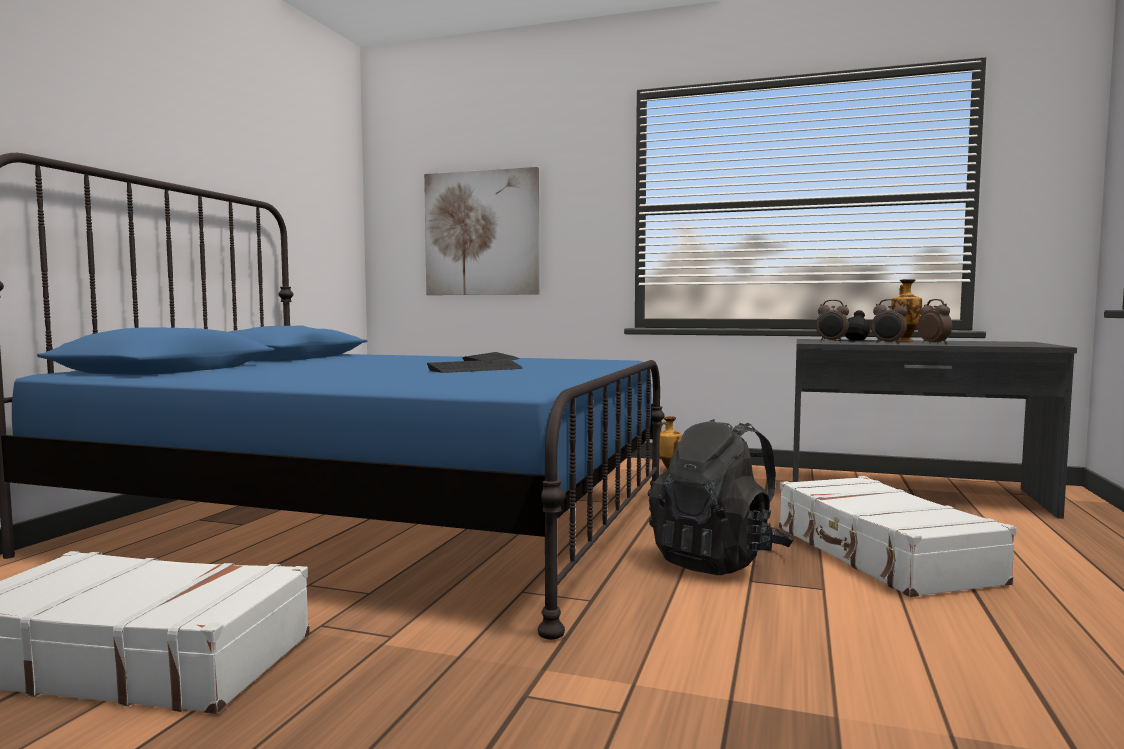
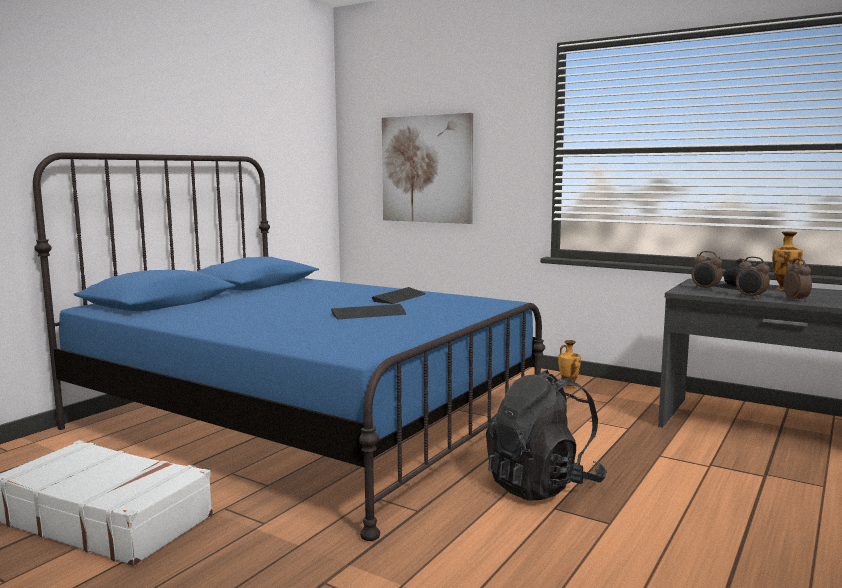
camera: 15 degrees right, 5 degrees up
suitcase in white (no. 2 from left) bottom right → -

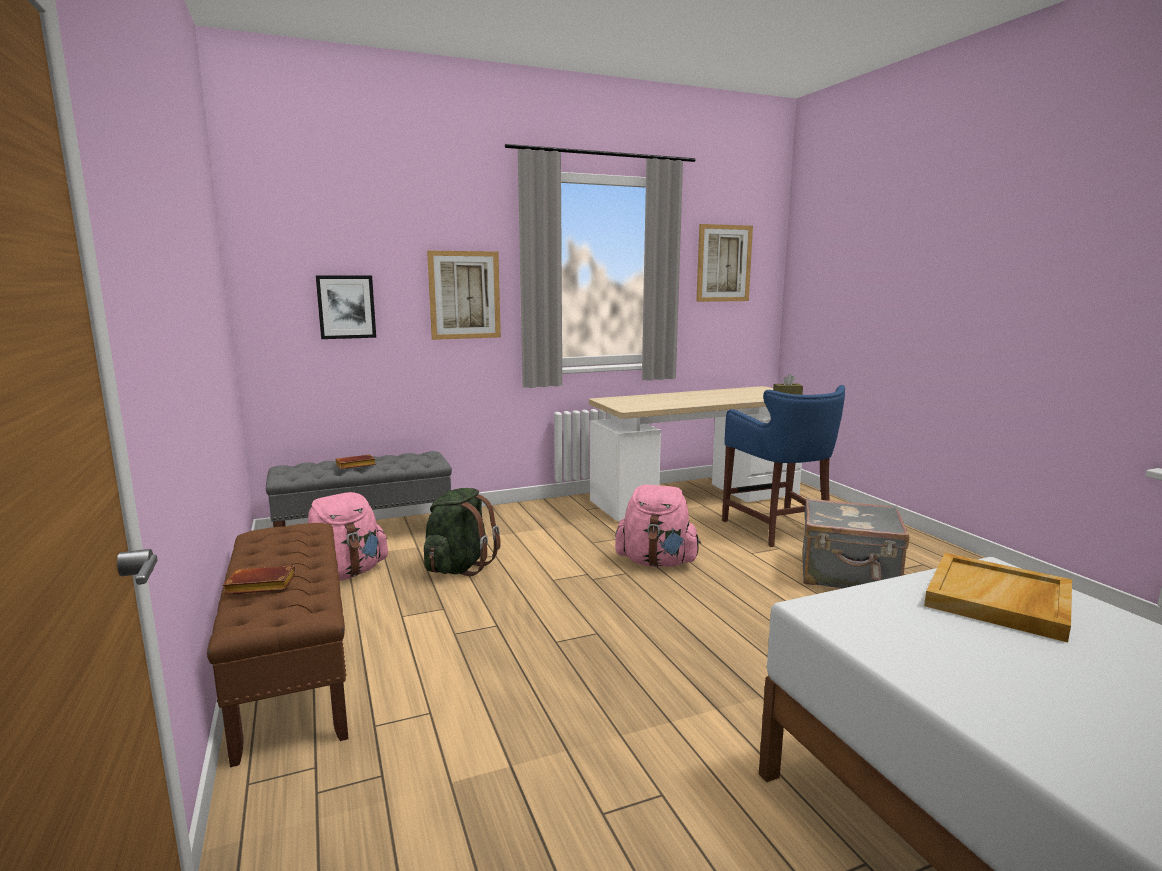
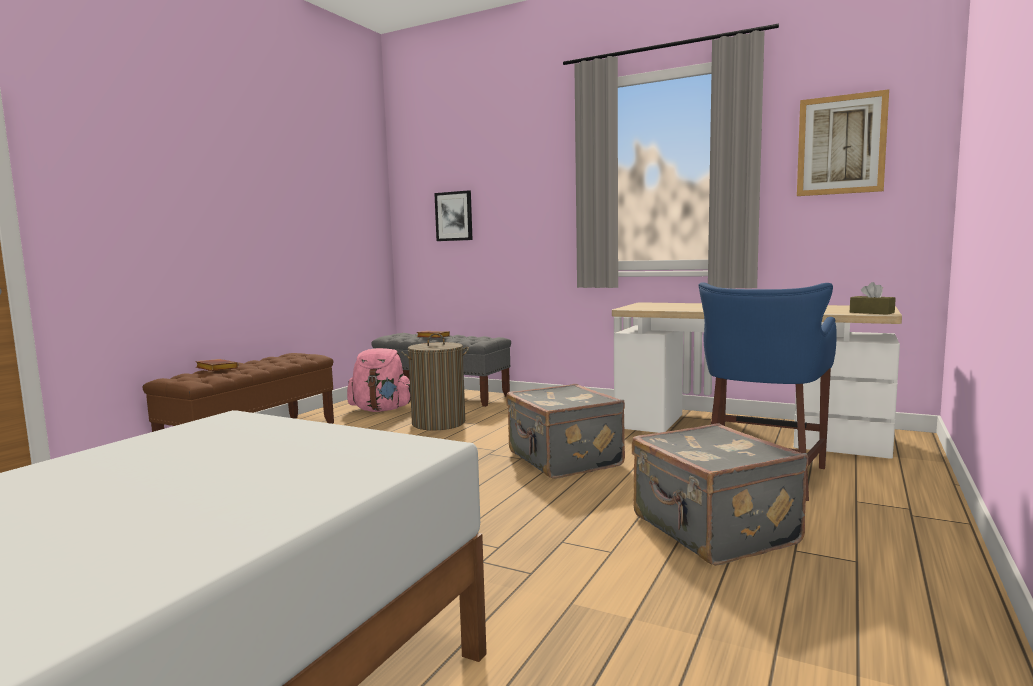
camera: 50 degrees right, 5 degrees down
picture (no. 2 from left) centre → -
tray in beige bottom right → -
backpack in green centre → laundry basket centre
backpack in pink (no. 2 from left) centre → suitcase in grey (no. 1 from left) centre

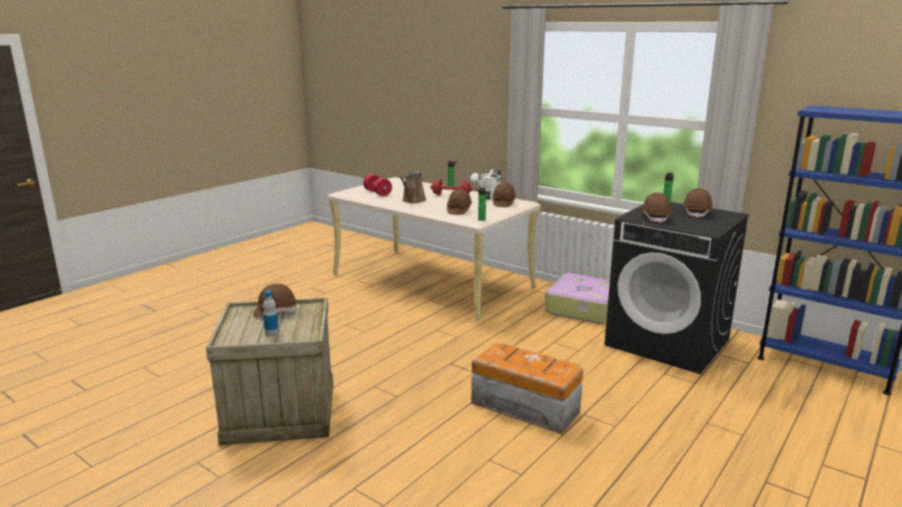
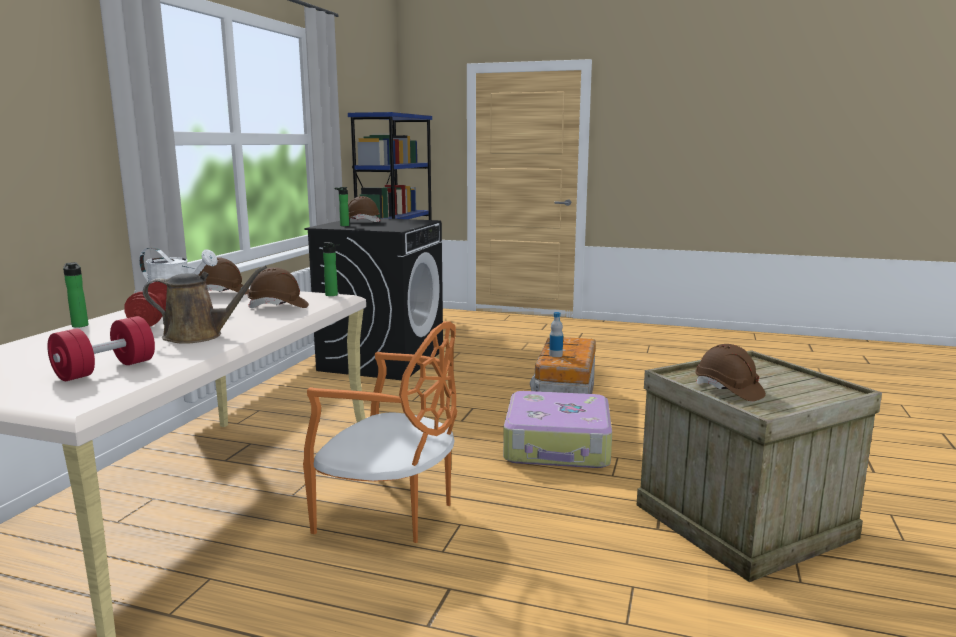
camera: 110 degrees left, 5 degrees down
hard hat in brown (no. 4 from left) middle right → -
- → chair in orange bottom centre
bottle (no. 1 from left in the first image) middle left → bottle (no. 4 from left) centre, relocated
suitcase centre → suitcase bottom centre, relocated

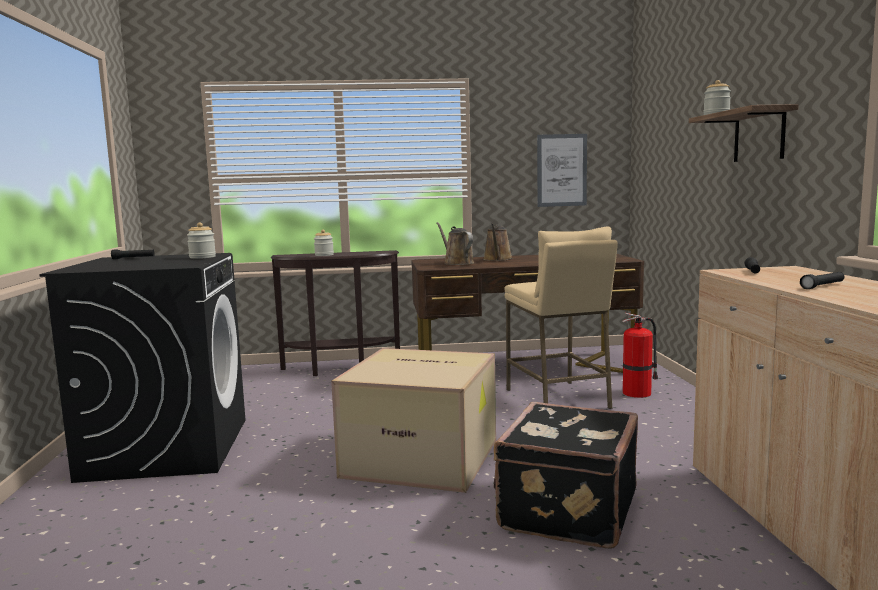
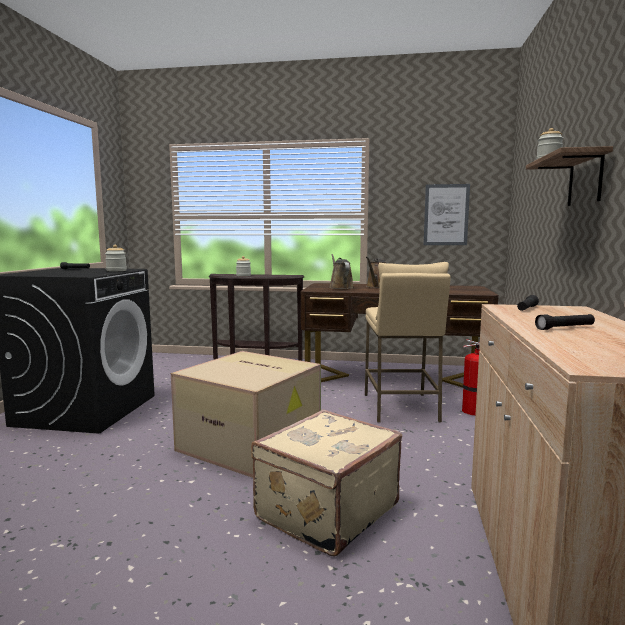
camera: 15 degrees right, 0 degrees up
suitcase in black bottom centre → suitcase in beige bottom centre

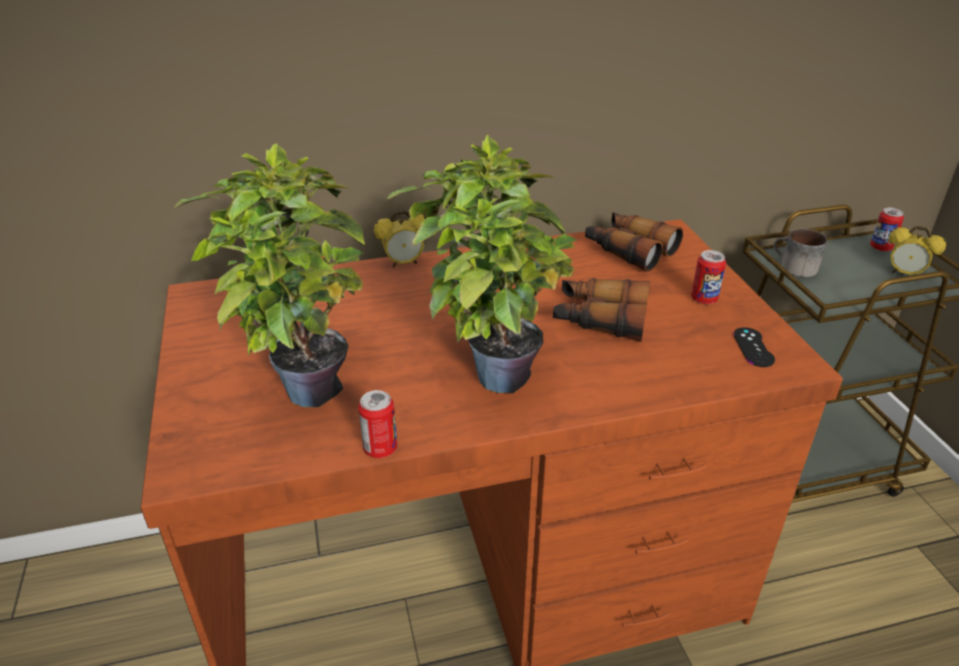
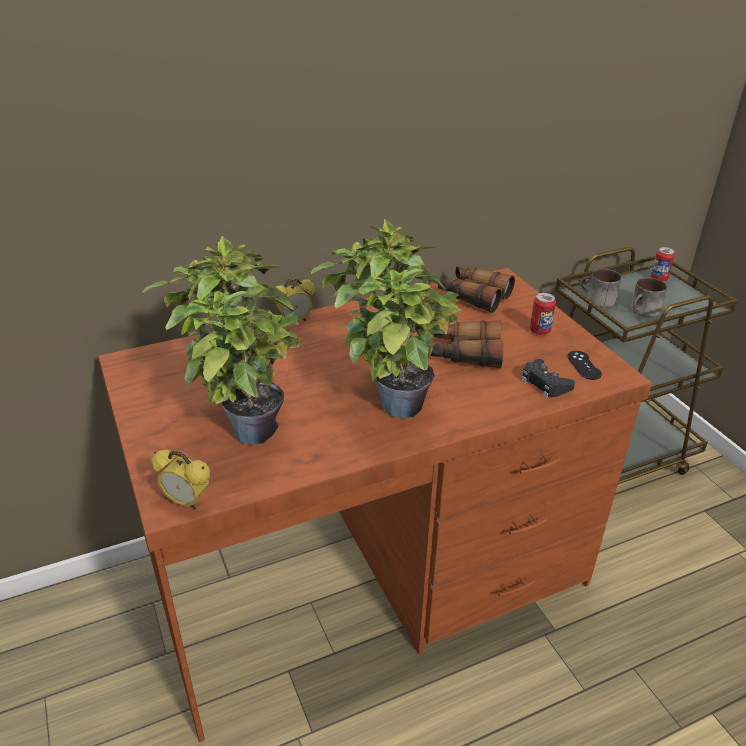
camera: 10 degrees left, 0 degrees up
can (no. 1 from left) centre → -
- → game controller in black (no. 1 from left) middle right
- → mug (no. 2 from left) middle right
alarm clock (no. 2 from left in the first image) middle right → alarm clock (no. 1 from left) middle left, relocated

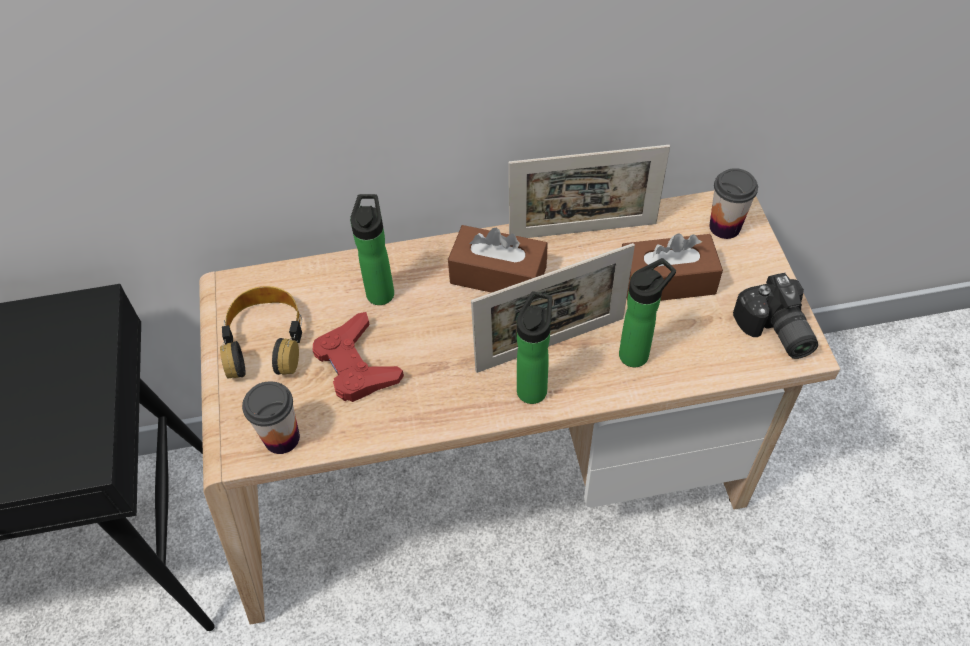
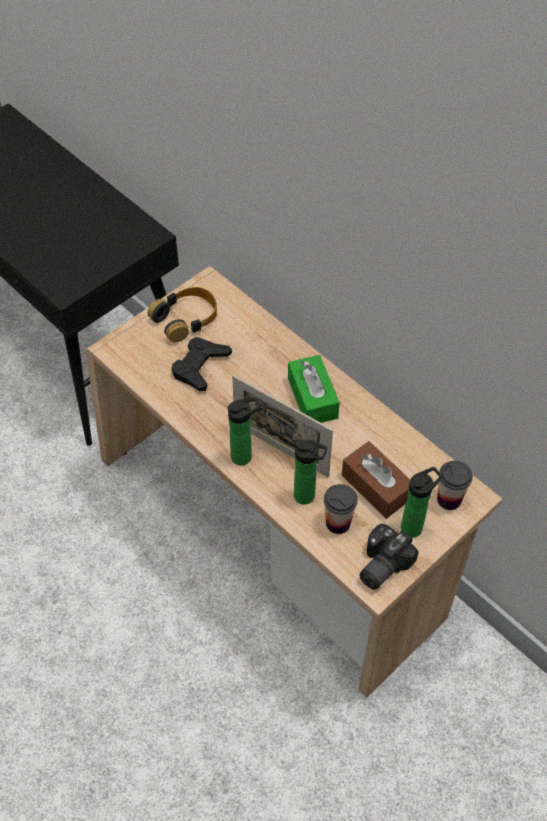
camera: 55 degrees right, 0 degrees up
picture frame (no. 2 from left) top centre → -
cup (no. 1 from left) middle left → cup (no. 1 from left) centre, relocated
bottle (no. 1 from left in the first image) centre → bottle (no. 3 from left) middle right, relocated
game controller in red centre → game controller in black centre
tissue box in brown (no. 1 from left) centre → tissue box in green centre

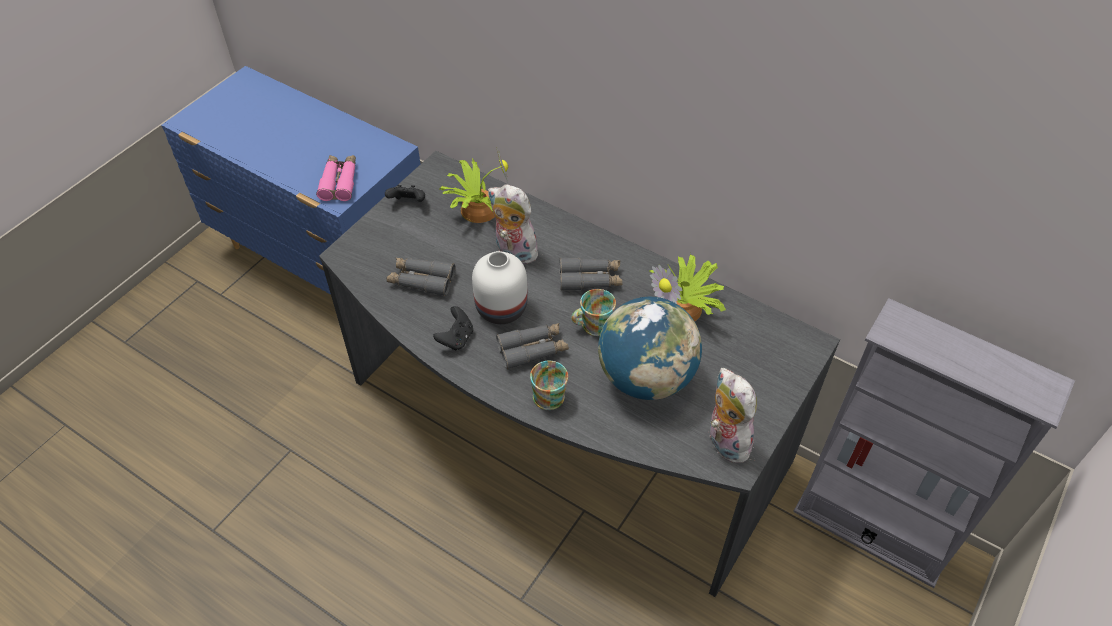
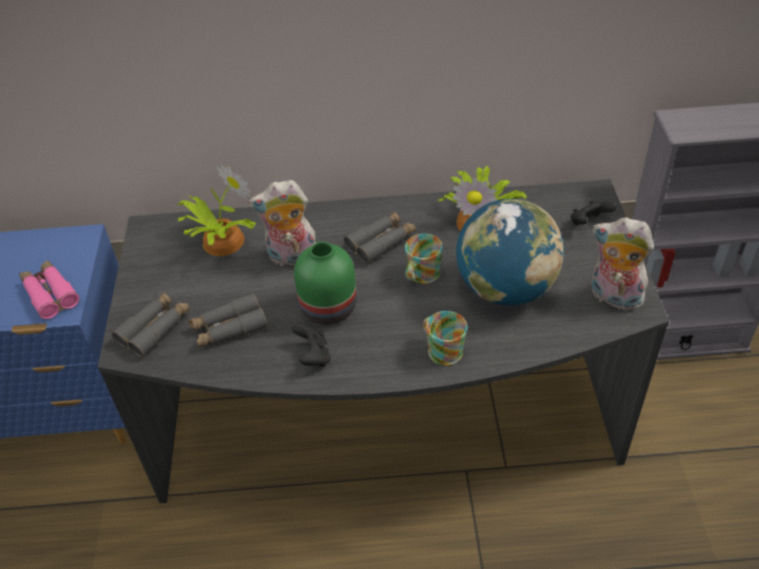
camera: 35 degrees left, 5 degrees down
game controller in black (no. 1 from left in the first image) top centre → game controller in black (no. 2 from left) middle right, relocated
binoculars in grey (no. 2 from left in the first image) centre → binoculars in grey (no. 1 from left) middle left, relocated
vase in white centre → vase in green centre

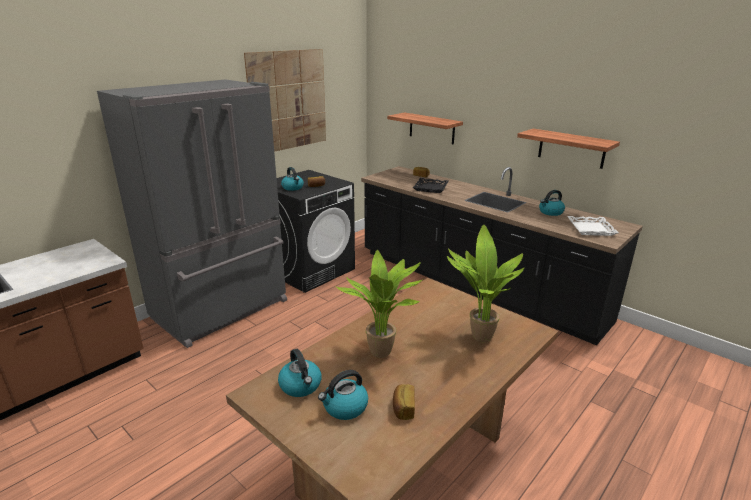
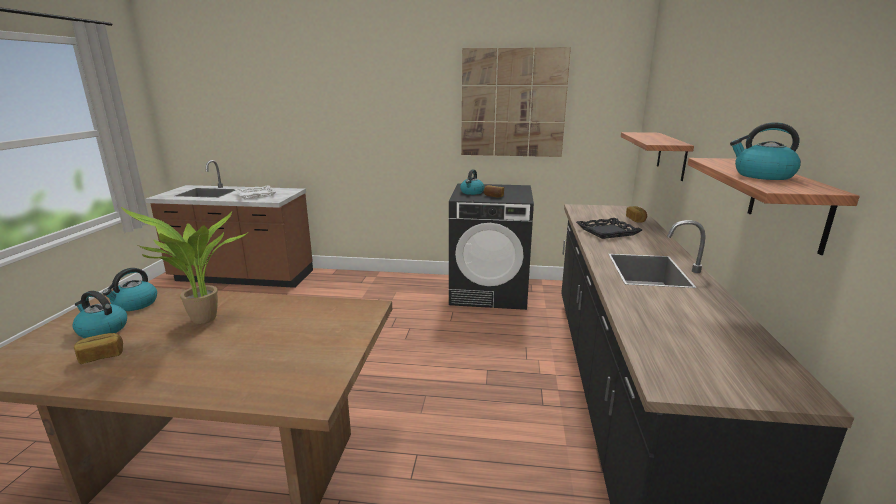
camera: 55 degrees right, 5 degrees down
fridge in grey middle left → -
potted plant (no. 2 from left) centre → -
kettle (no. 4 from left) middle right → kettle (no. 4 from left) top right, relocated
tray in white middle right → tray in white middle left, relocated

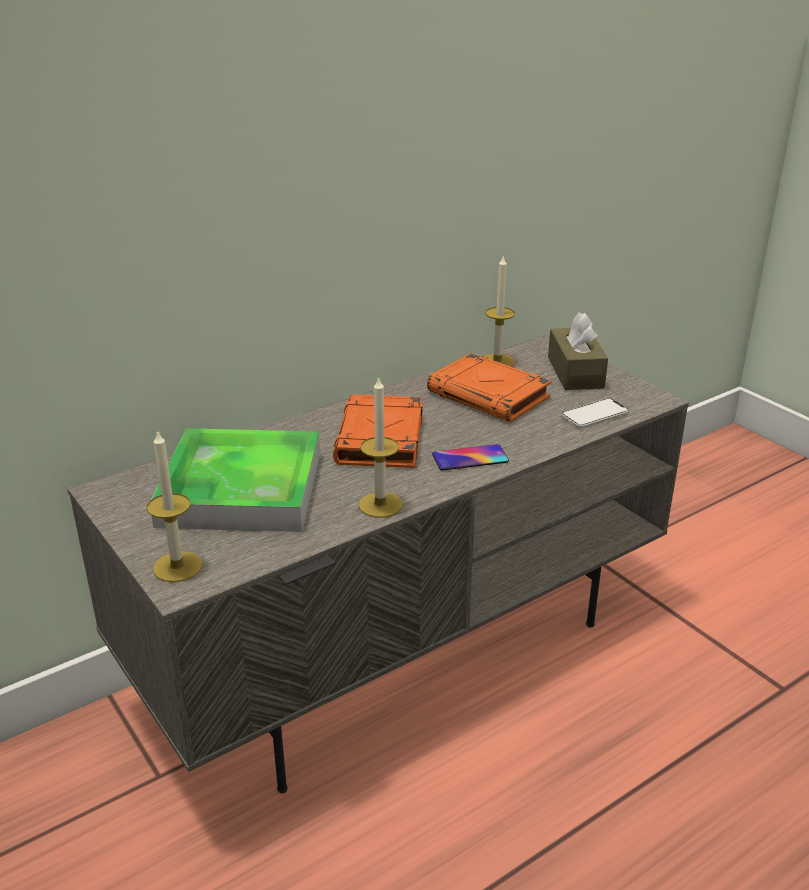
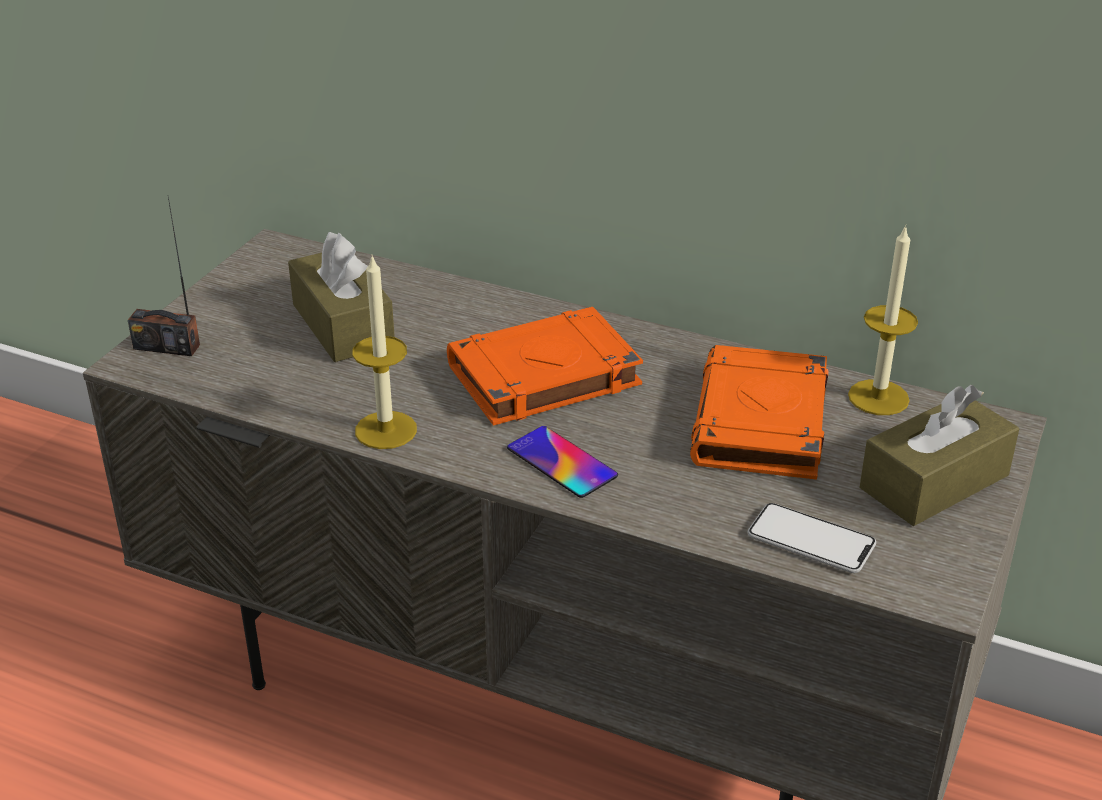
camera: 60 degrees right, 5 degrees up
candle (no. 1 from left) middle left → radio middle left
tray middle left → tissue box in brown (no. 1 from left) middle left

